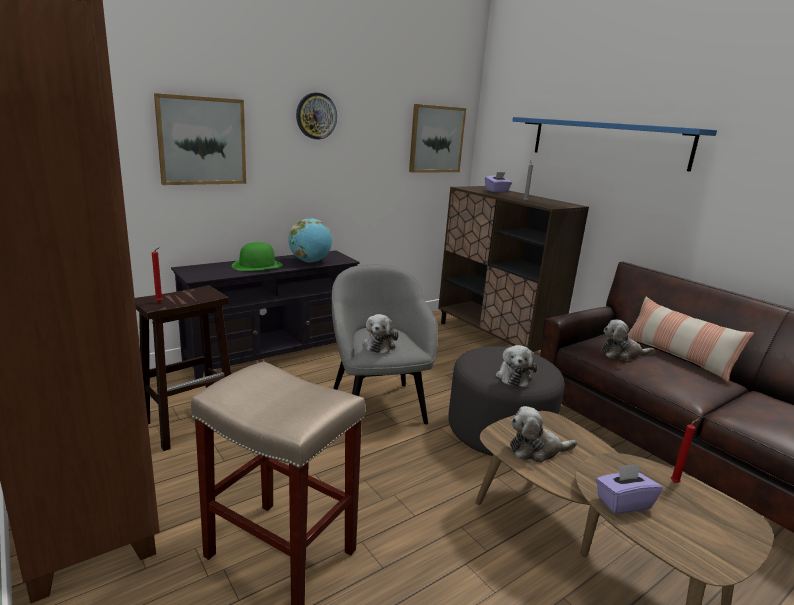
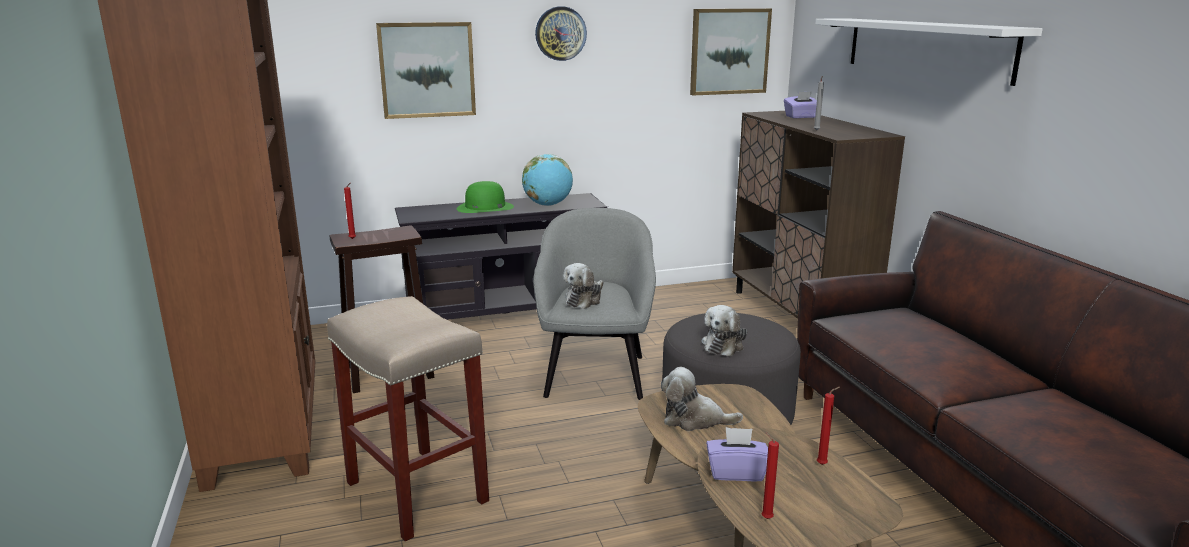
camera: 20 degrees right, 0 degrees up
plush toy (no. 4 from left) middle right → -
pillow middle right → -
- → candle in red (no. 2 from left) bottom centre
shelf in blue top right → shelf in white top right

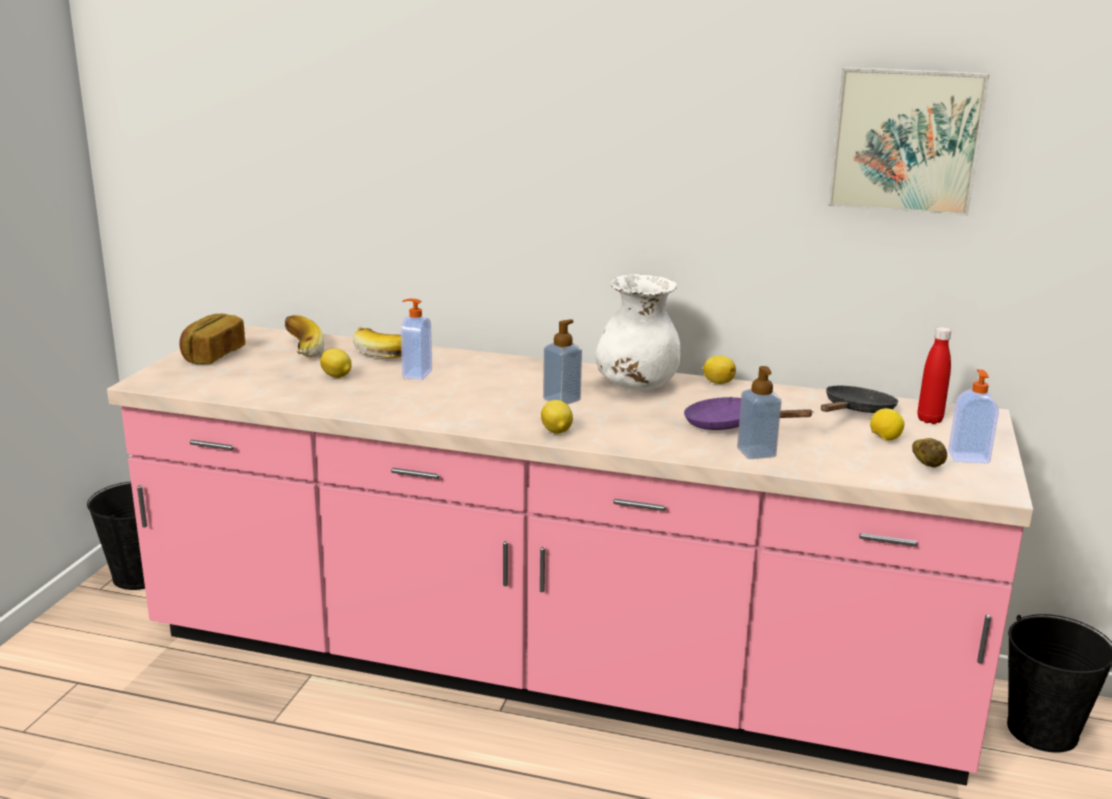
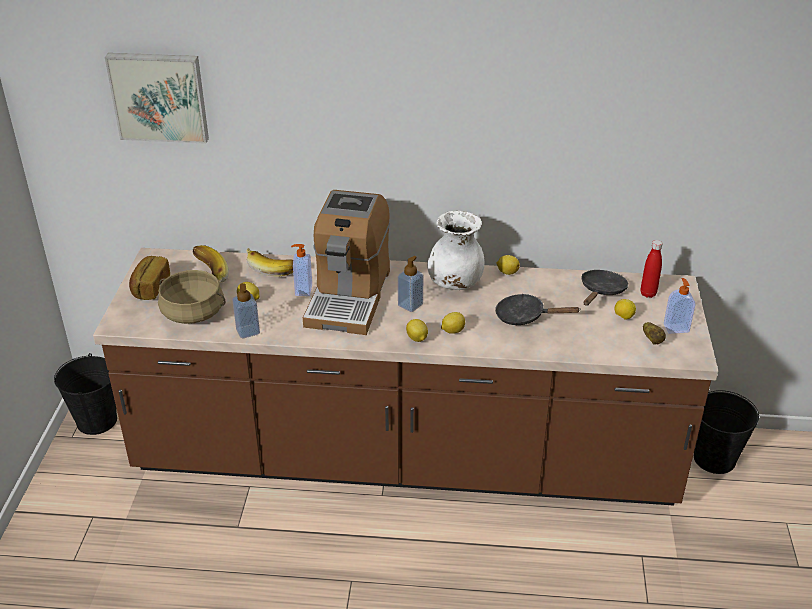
camera: 10 degrees left, 15 degrees up
- → cooking pot in beige middle left
- → coffee machine centre
- → lemon (no. 3 from left) centre
soap dispenser (no. 3 from left in the first image) middle right → soap dispenser (no. 1 from left) middle left, relocated
picture top right → picture top left, relocated
counter in pink bottom centre → counter in brown centre
frying pan in purple middle right → frying pan in black (no. 1 from left) centre

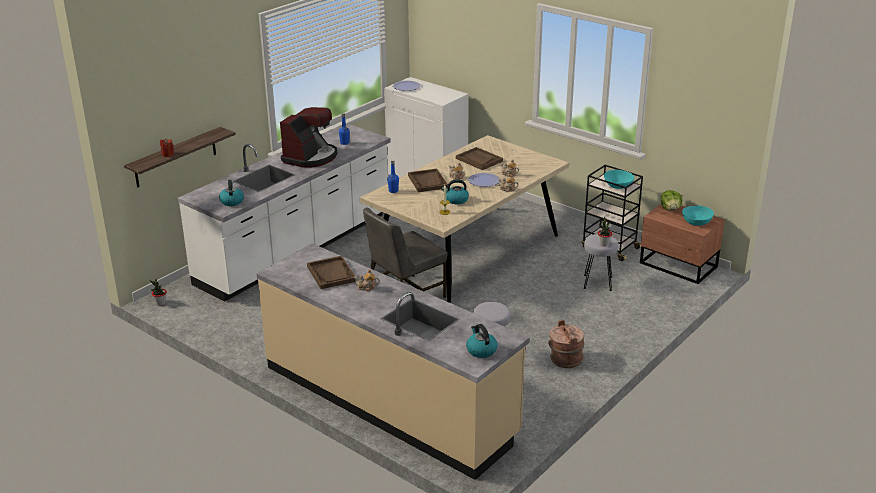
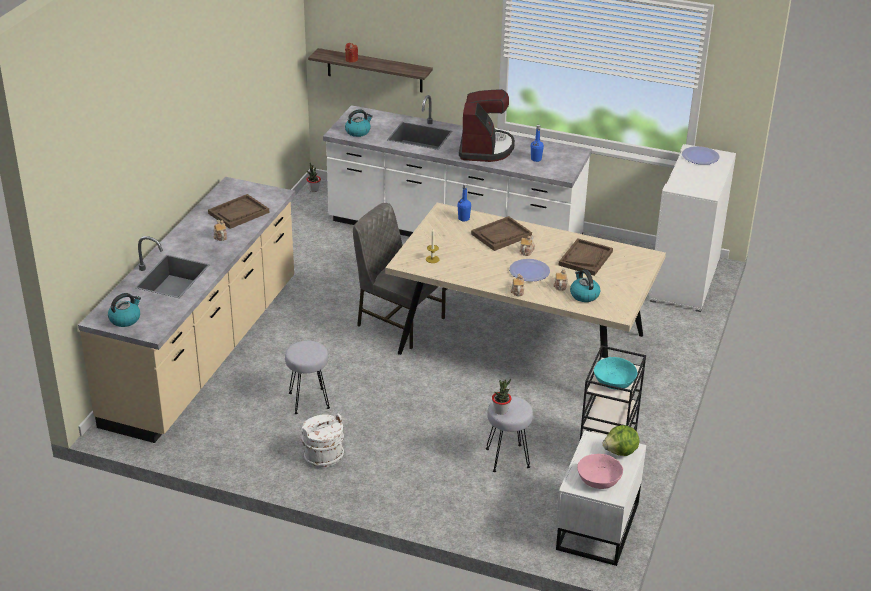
camera: 70 degrees right, 5 degrees up
kettle (no. 2 from left in the first image) centre → kettle (no. 3 from left) middle right, relocated
bucket in brown bottom centre → bucket in white bottom centre
nightstand in brown middle right → nightstand in white bottom right
bowl in turquoise (no. 2 from left) middle right → bowl in pink bottom right
coffee machine top centre, 90 degrees counterclockwise

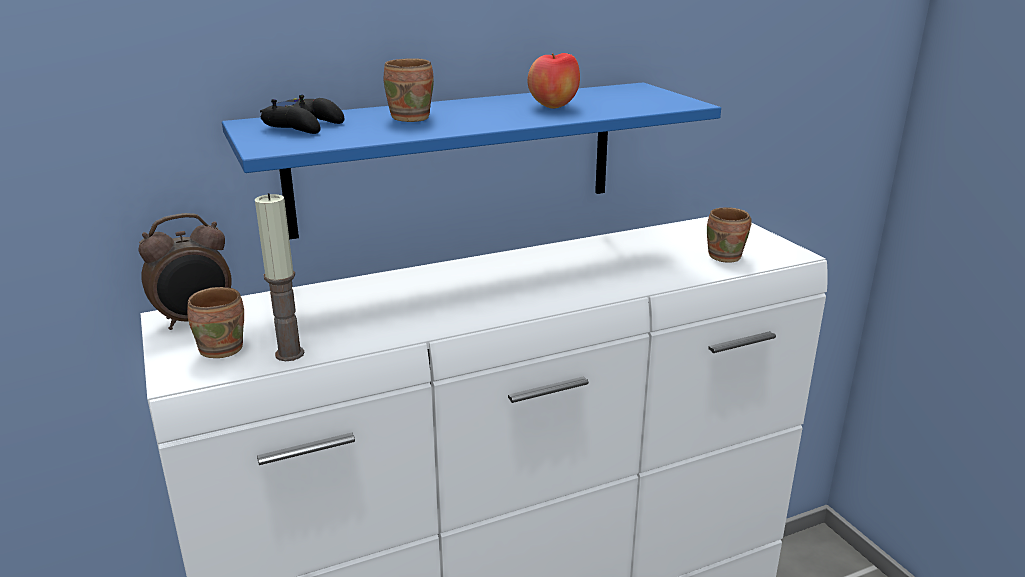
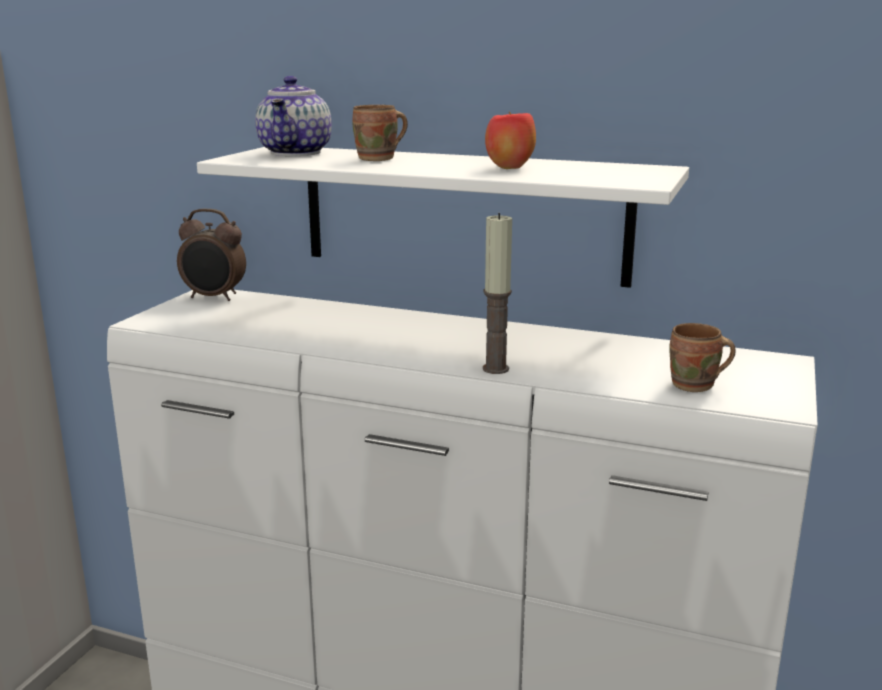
camera: 45 degrees right, 5 degrees down
mug in brown (no. 1 from left) middle left → -
candle middle left → candle centre, relocated
game controller in black top left → teapot top left
shelf in blue top centre → shelf in white top centre

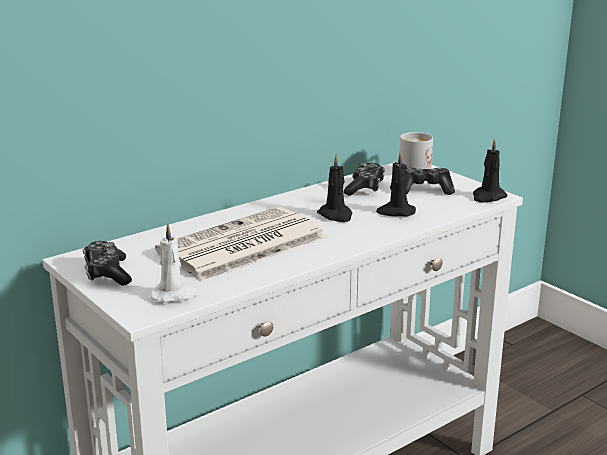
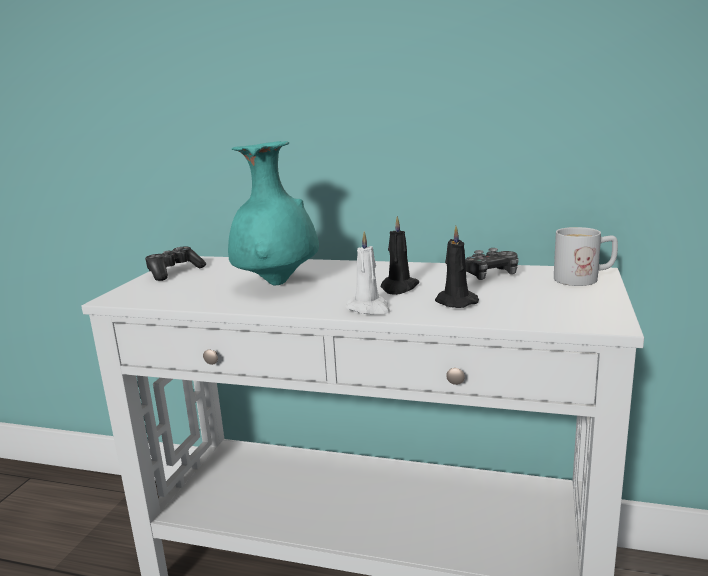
camera: 55 degrees right, 5 degrees down
game controller (no. 3 from left) middle right → -
candle in black (no. 3 from left) middle right → -
candle in white middle left → candle in white centre, relocated
newspaper centre → vase in turquoise centre

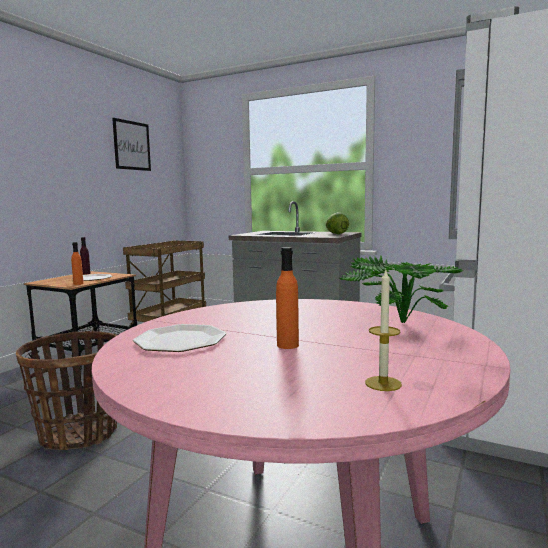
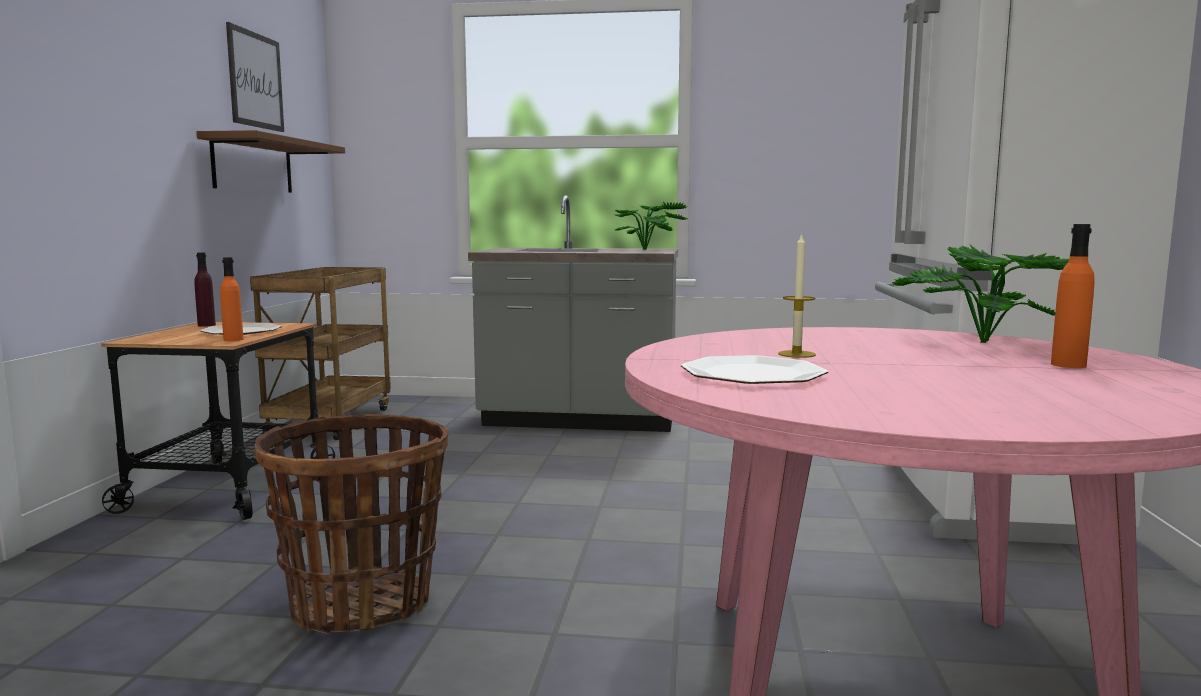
camera: 20 degrees left, 0 degrees up
- → shelf in brown top left
bottle in orange (no. 2 from left) centre → bottle in orange (no. 2 from left) middle right, relocated
candle middle right → candle centre, relocated
lettuce centre → potted plant (no. 1 from left) top centre

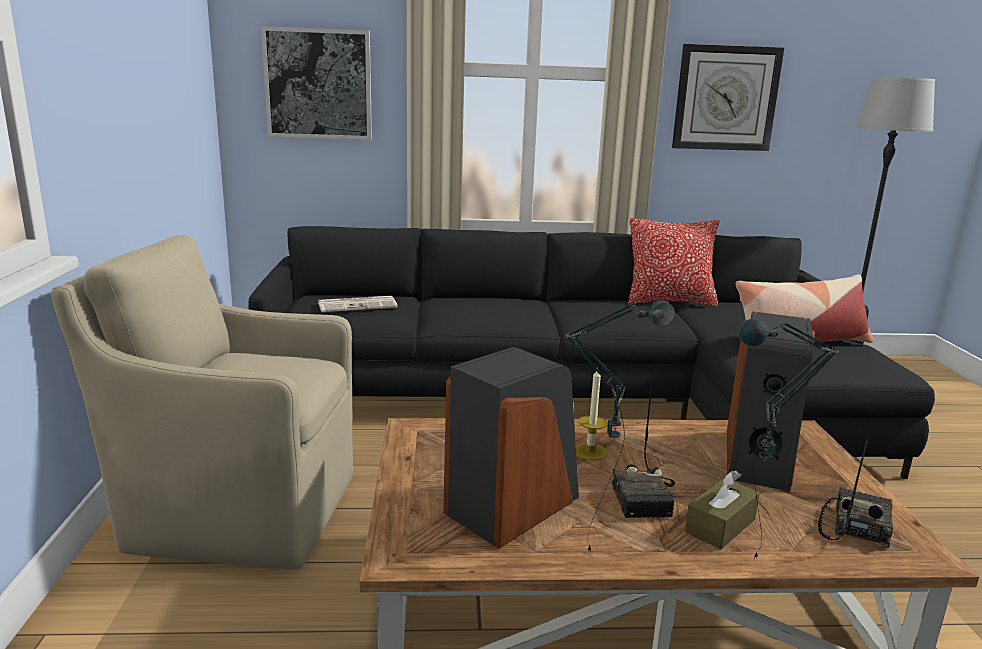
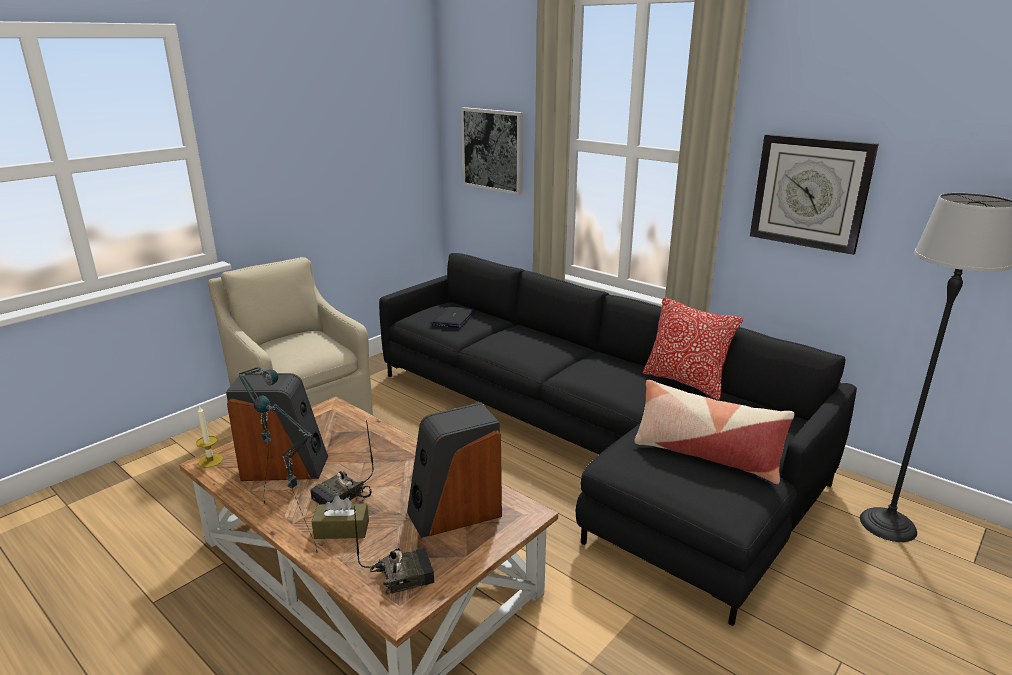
camera: 45 degrees right, 5 degrees up
candle centre → candle middle left, relocated
newspaper centre → laptop centre

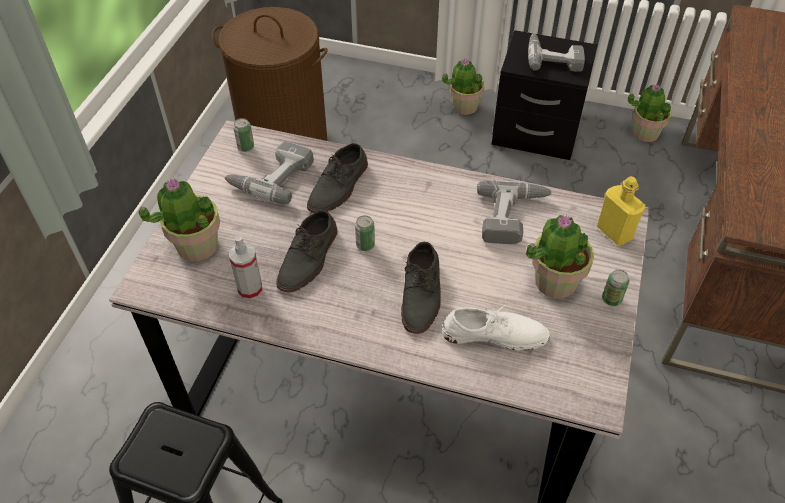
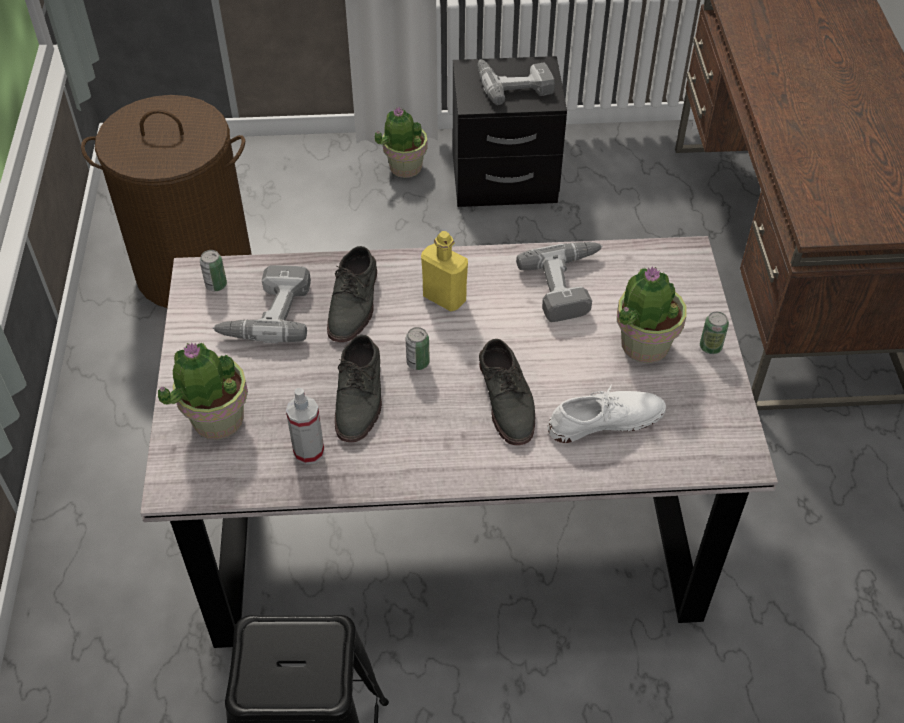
camera: 20 degrees left, 0 degrees up
potted plant (no. 4 from left) top right → -
bottle in yellow middle right → bottle in yellow centre, relocated

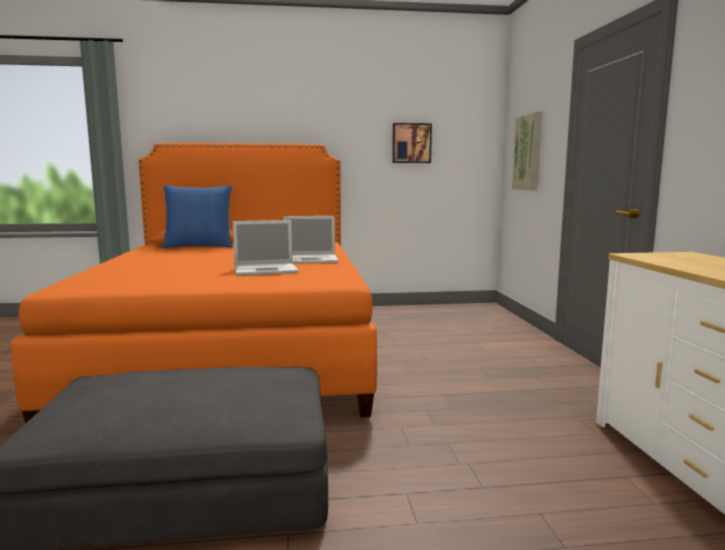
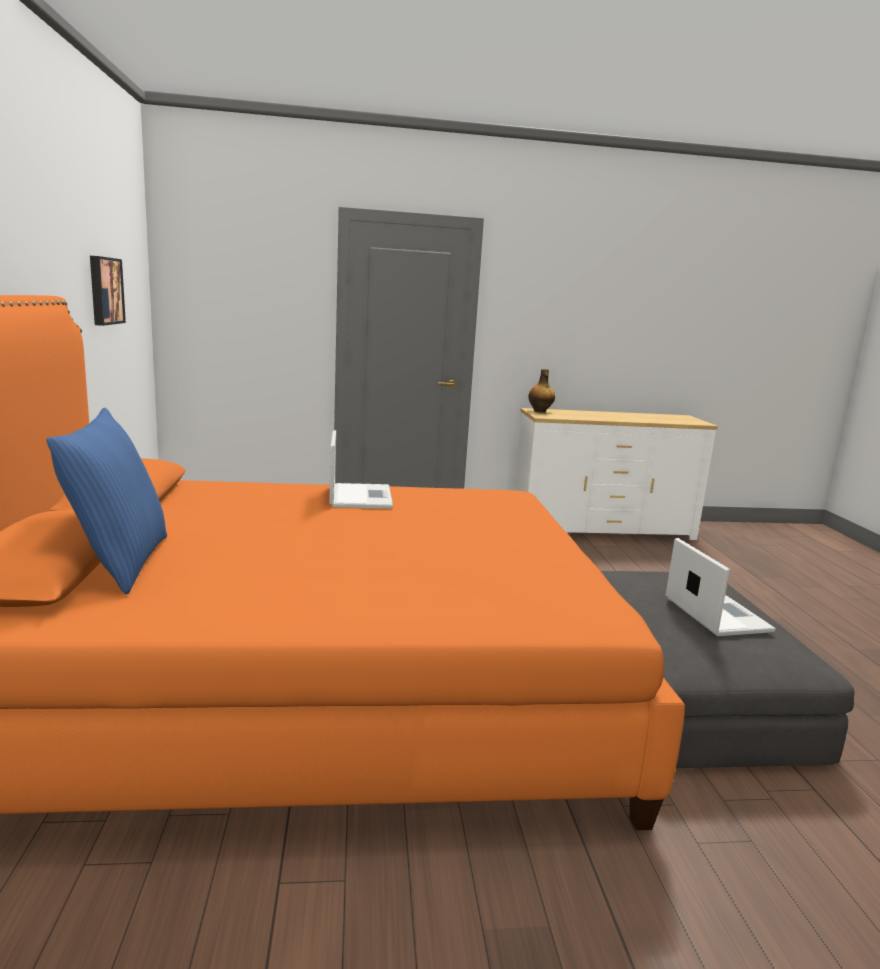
camera: 90 degrees left, 5 degrees up
picture (no. 2 from left) top right → -
- → bottle centre
laptop (no. 1 from left in the first image) centre → laptop (no. 2 from left) middle right, relocated

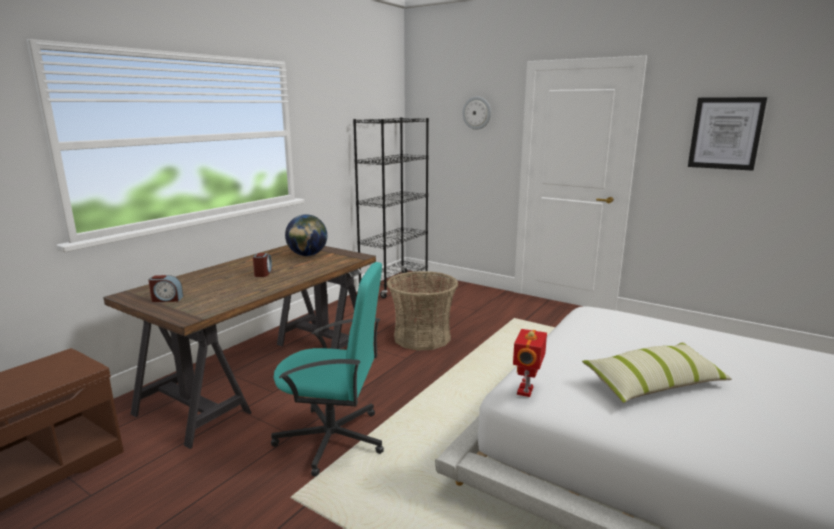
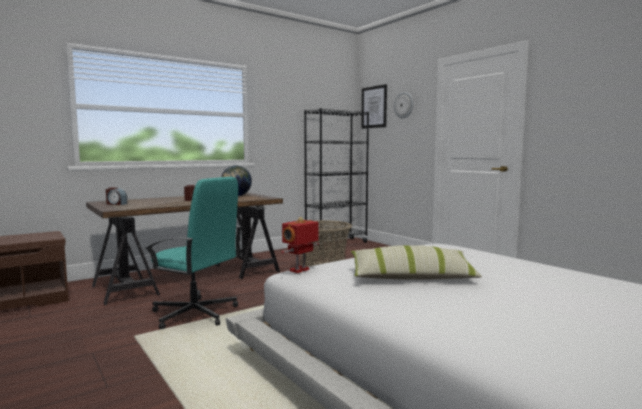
camera: 20 degrees right, 10 degrees down
picture top right → picture top centre, relocated

